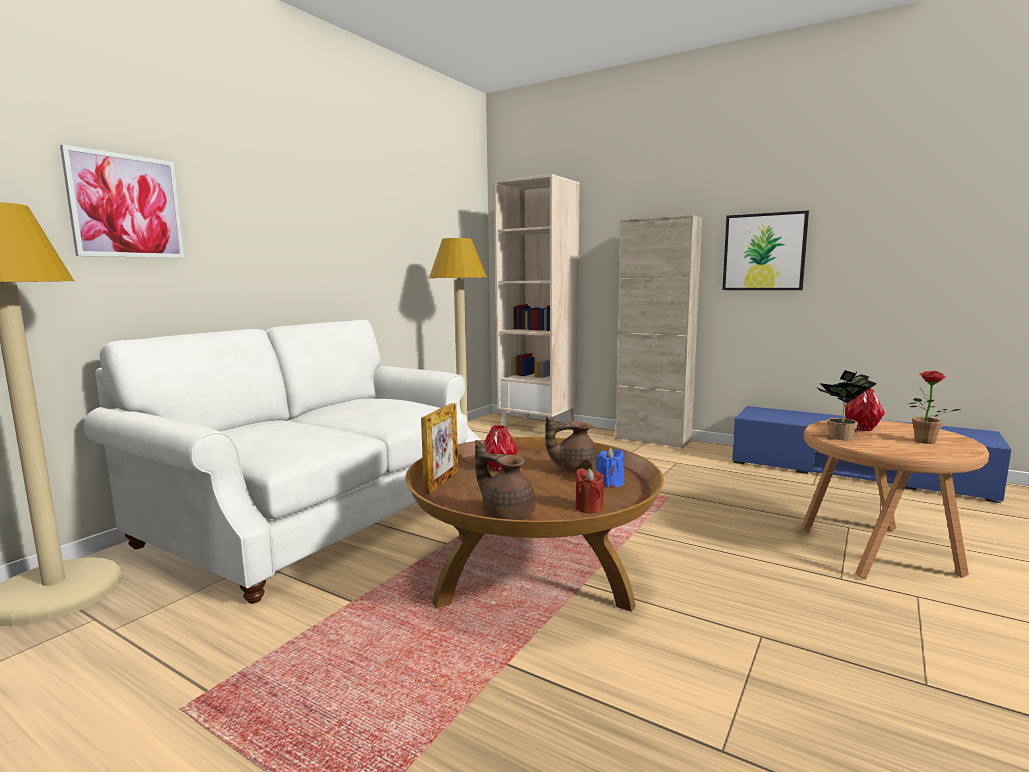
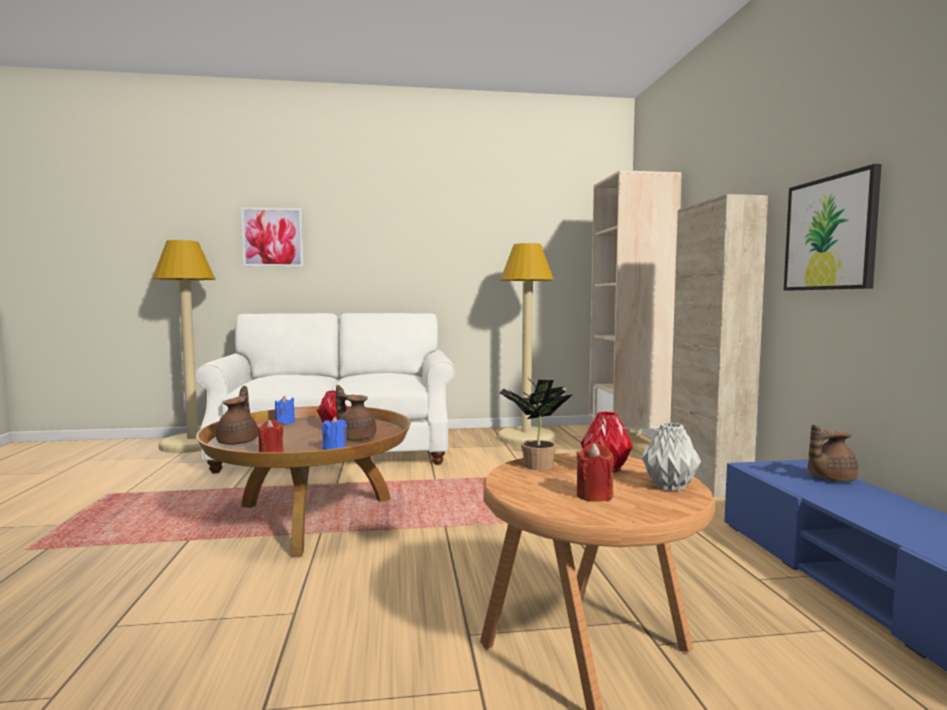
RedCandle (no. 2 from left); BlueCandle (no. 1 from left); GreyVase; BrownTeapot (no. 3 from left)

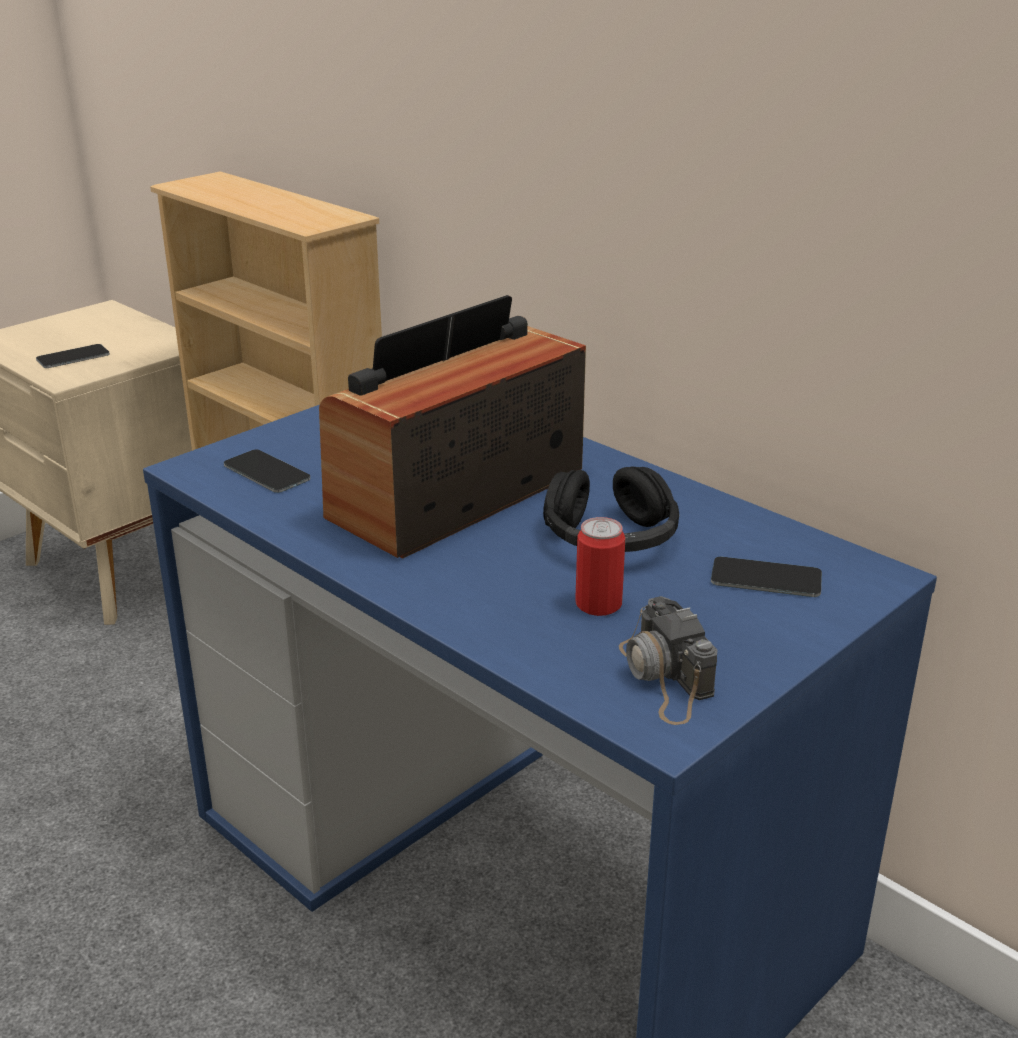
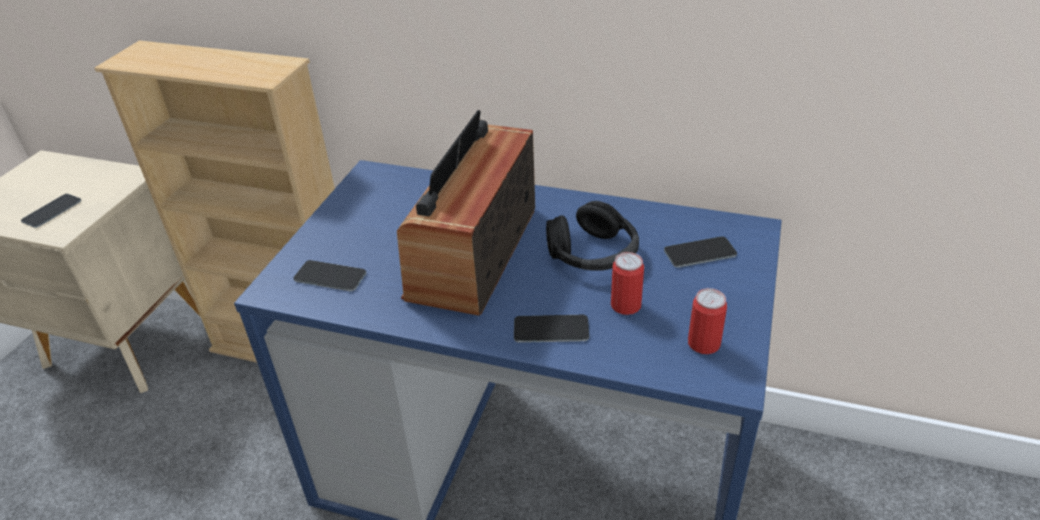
Can (no. 2 from left); Phone (no. 3 from left)

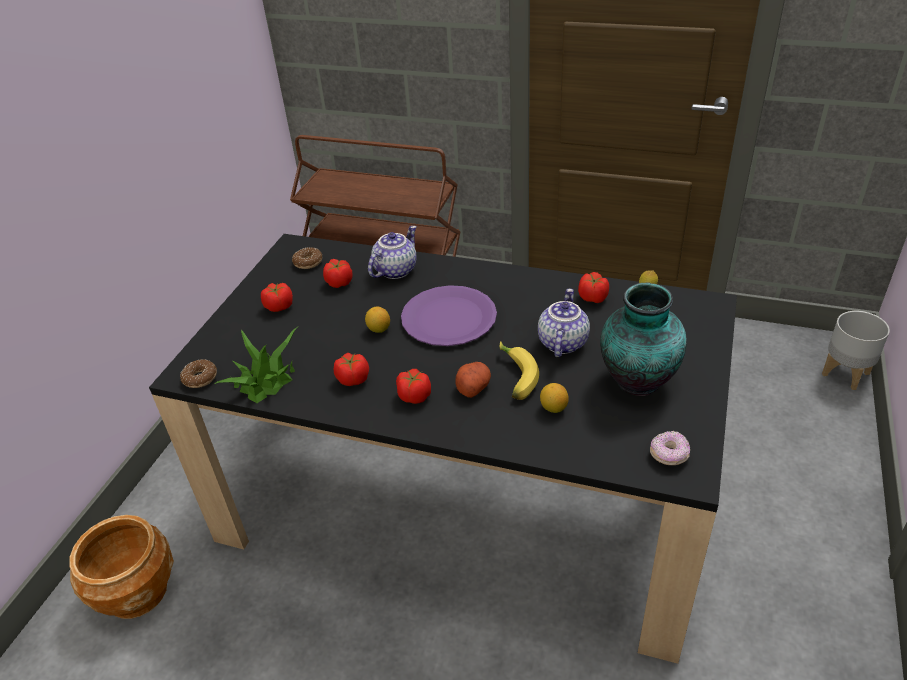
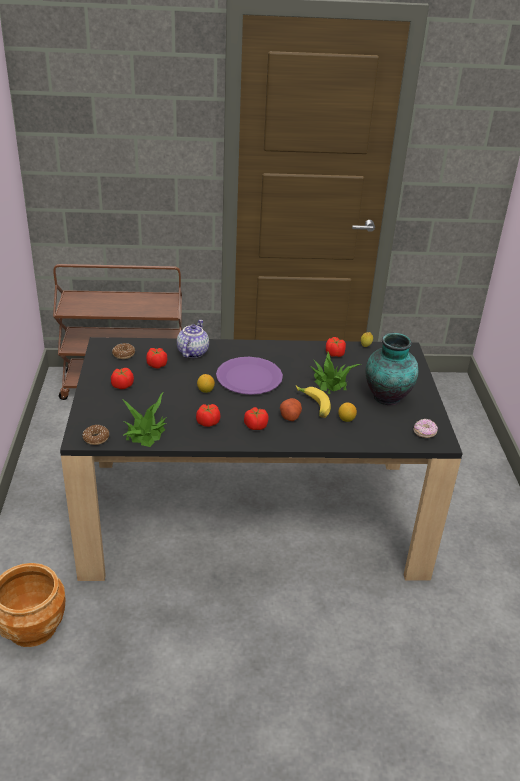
PottedPlant (no. 2 from left); GreyPlanter

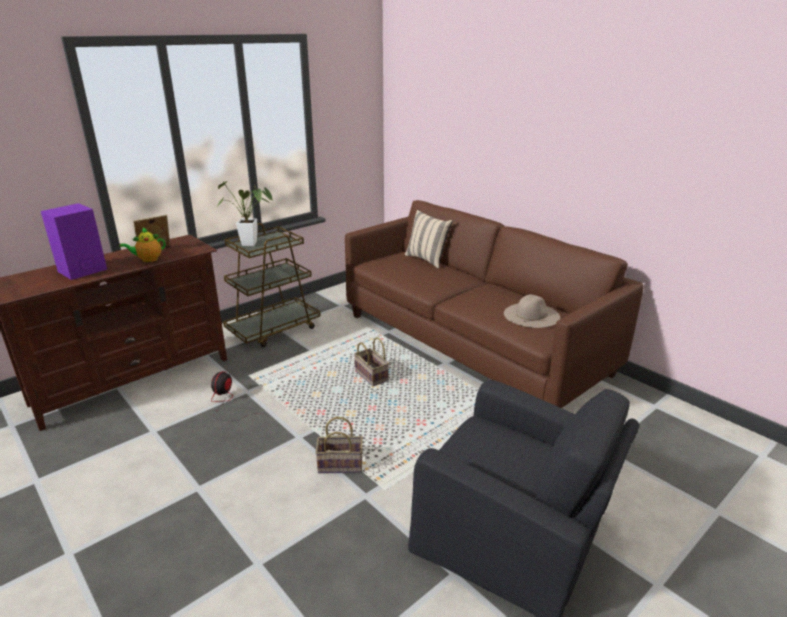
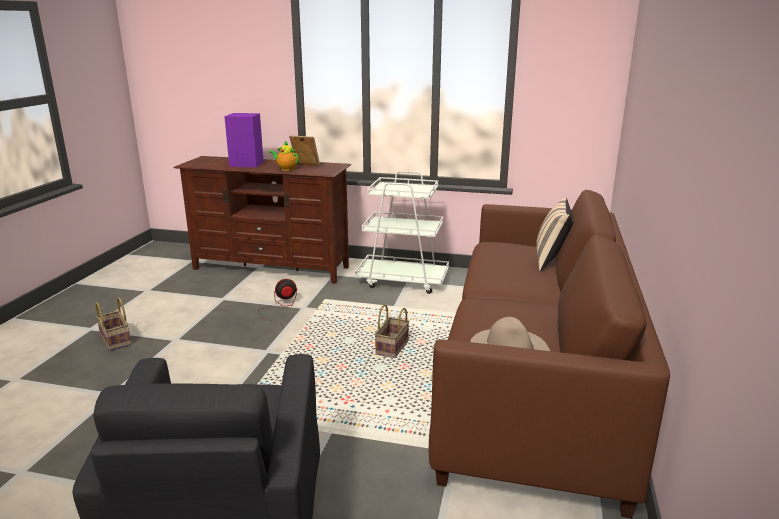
PottedPlant; WhiteCart; Basket (no. 1 from left)

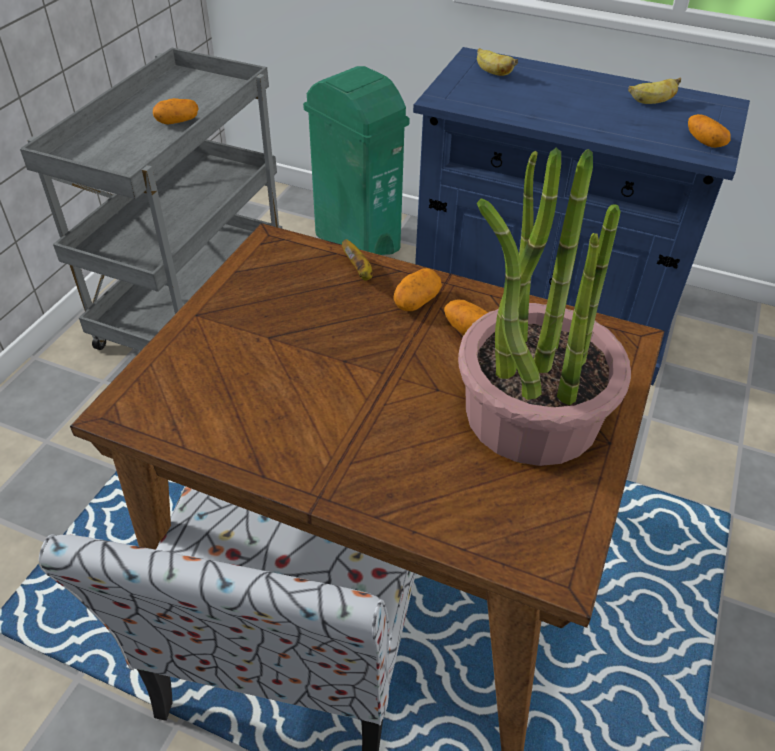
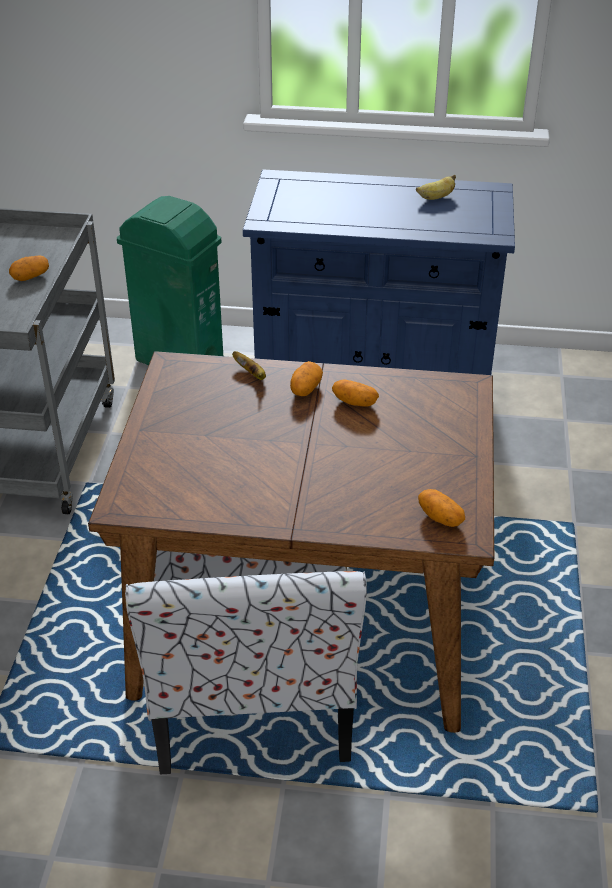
Banana (no. 2 from left in the first image); Potato (no. 4 from left); PottedPlant

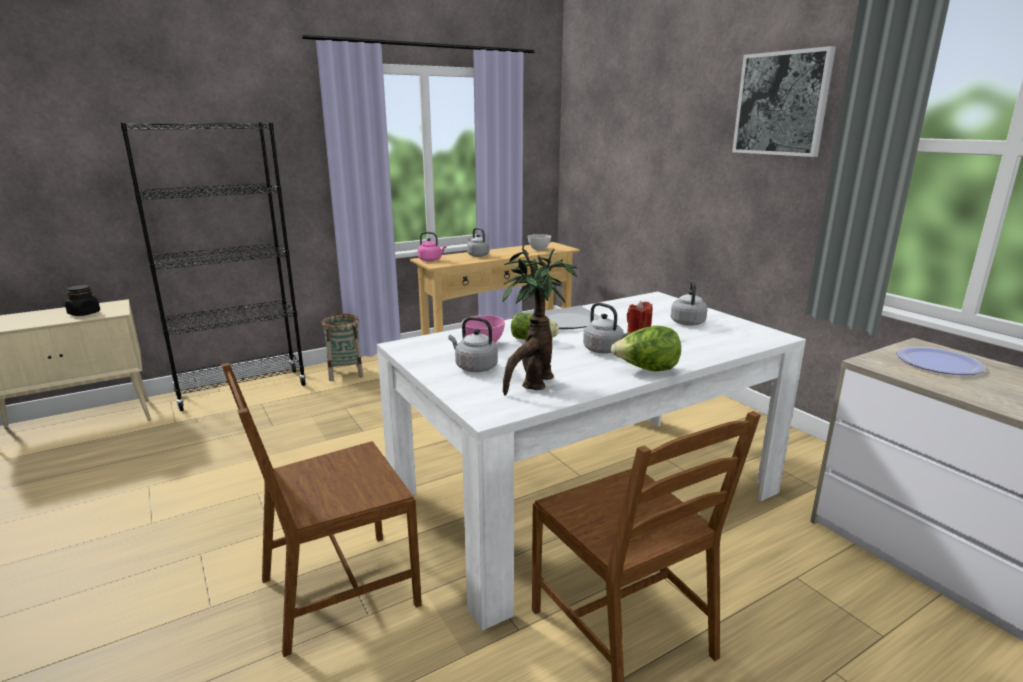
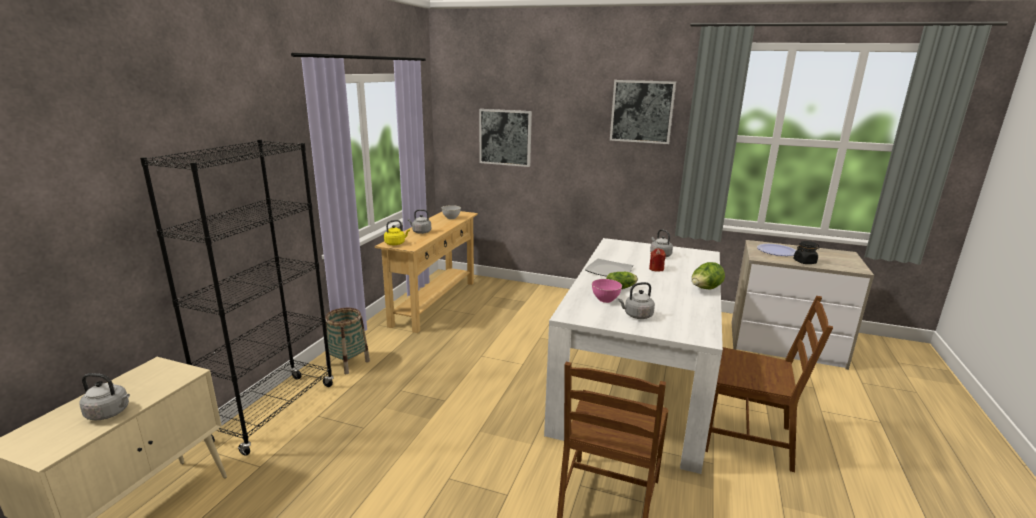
YellowKettle; PottedPlant; BlackJar; GreyKettle (no. 1 from left); Picture (no. 1 from left)

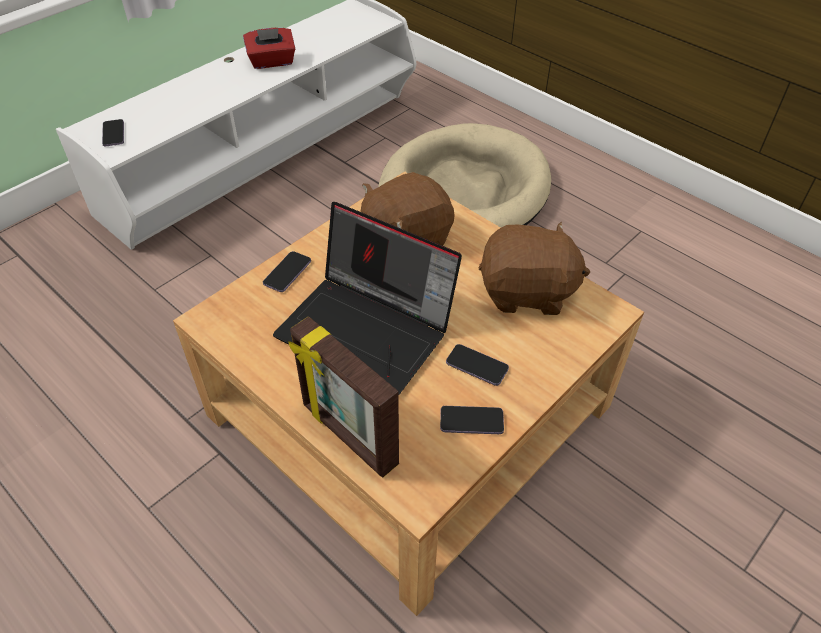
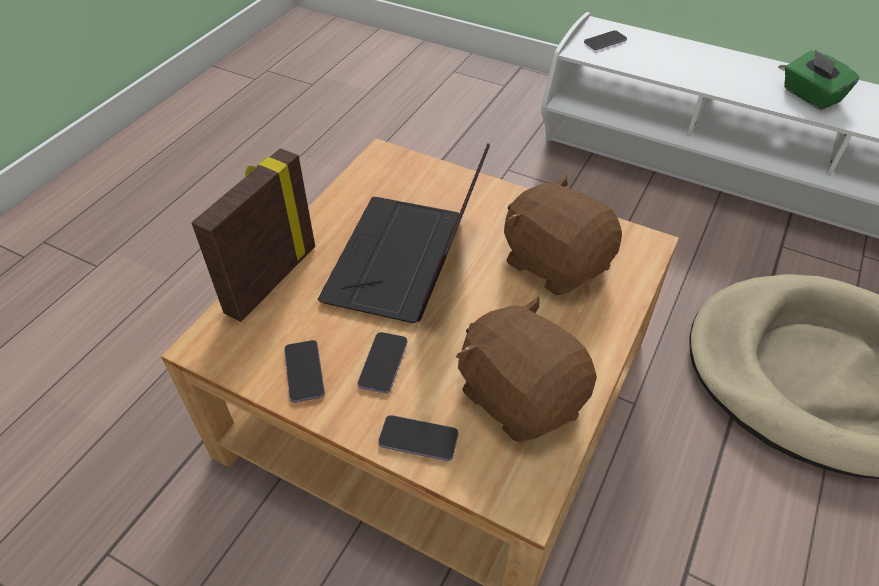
GreenTissueBox; BrownPlushToy (no. 1 from left); Phone (no. 3 from left)

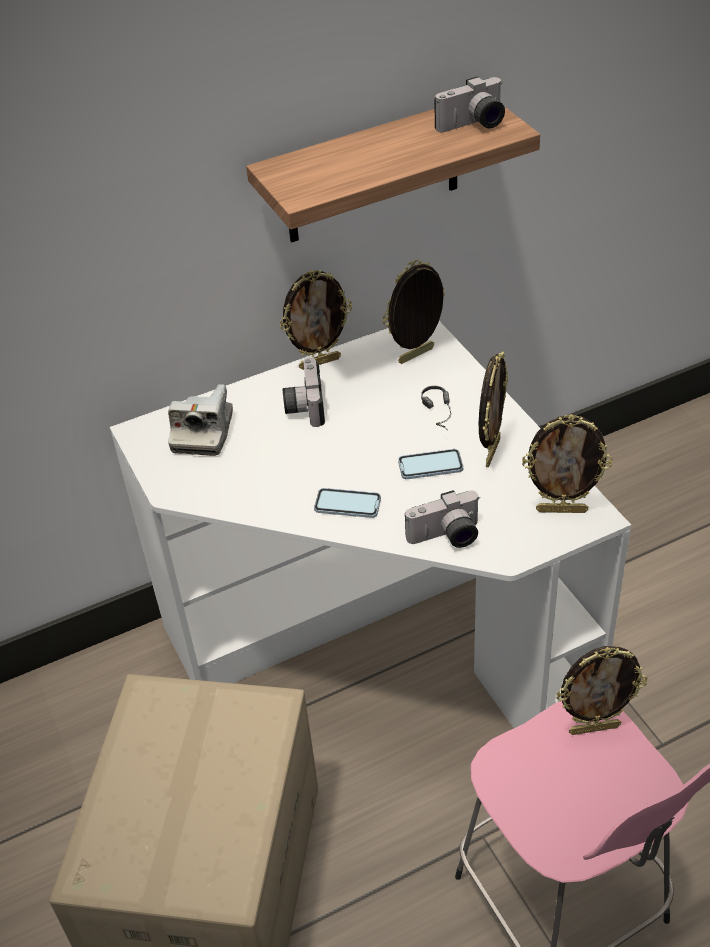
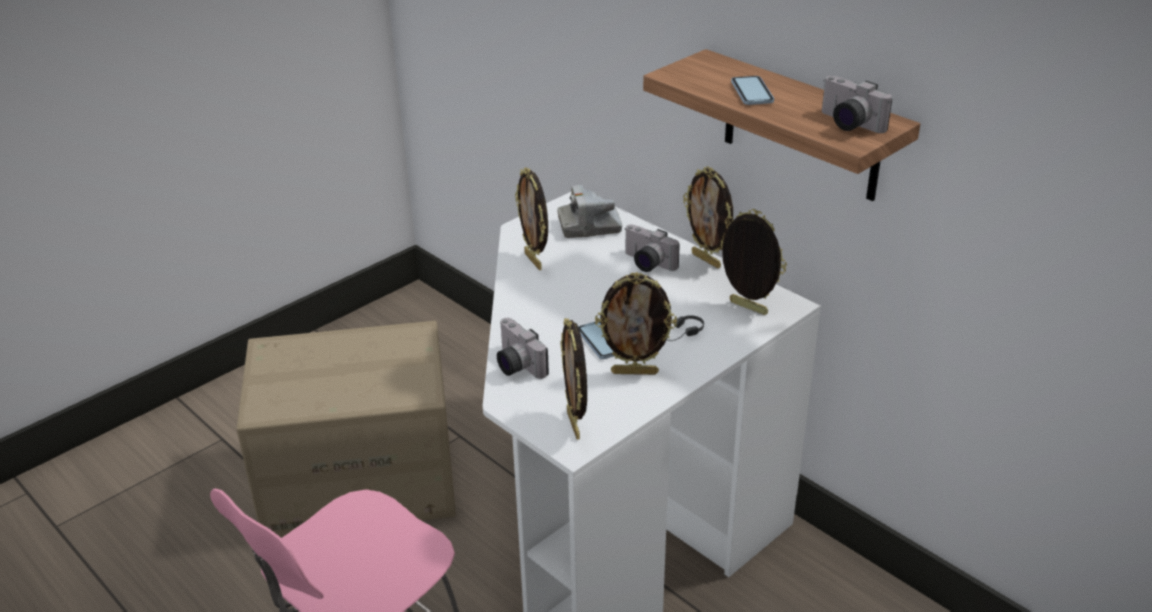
PhotoCamera (no. 3 from left); Phone (no. 2 from left); PictureFrame (no. 1 from left)

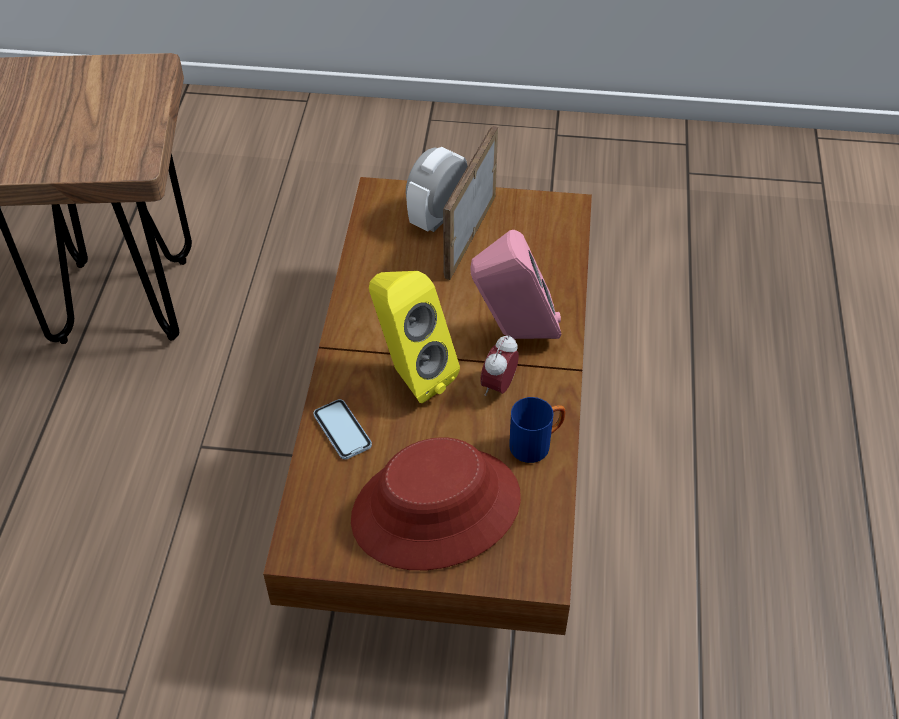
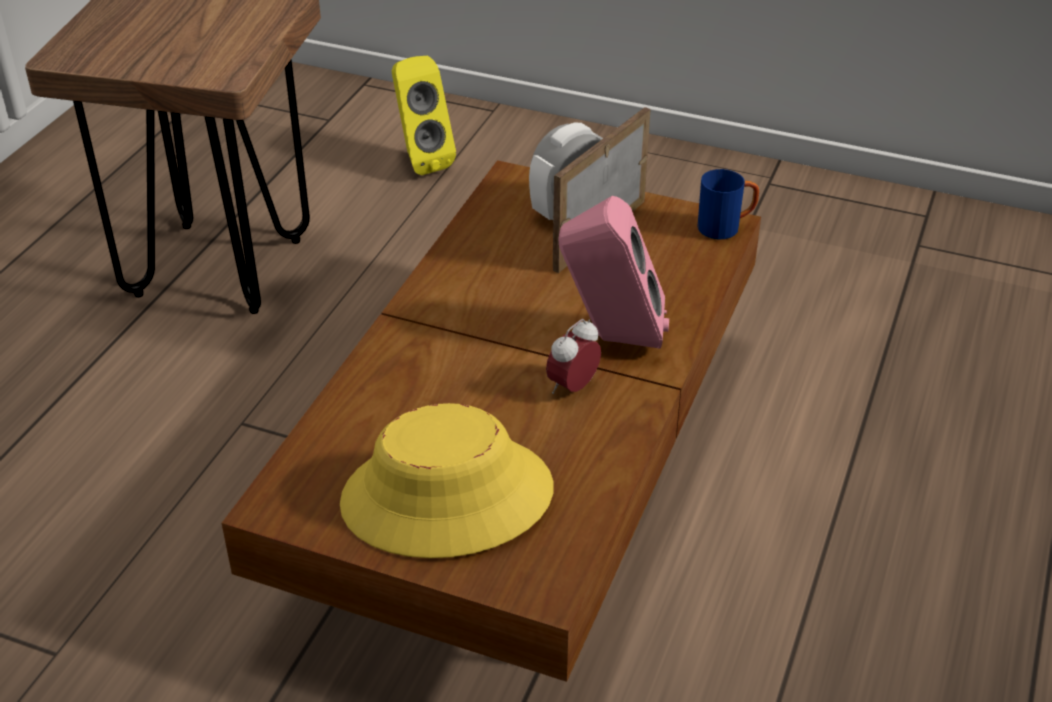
YellowSpeaker; BlueMug; Phone; YellowHat

